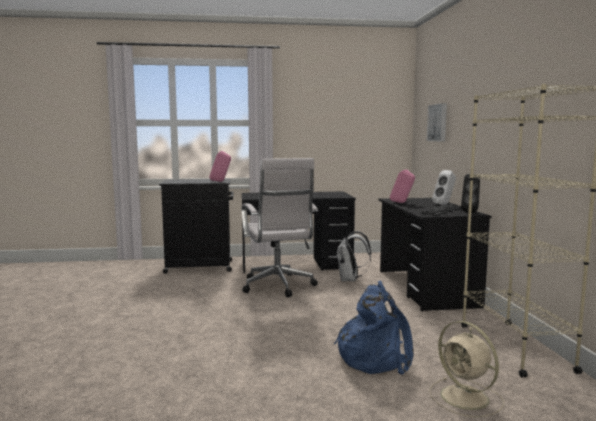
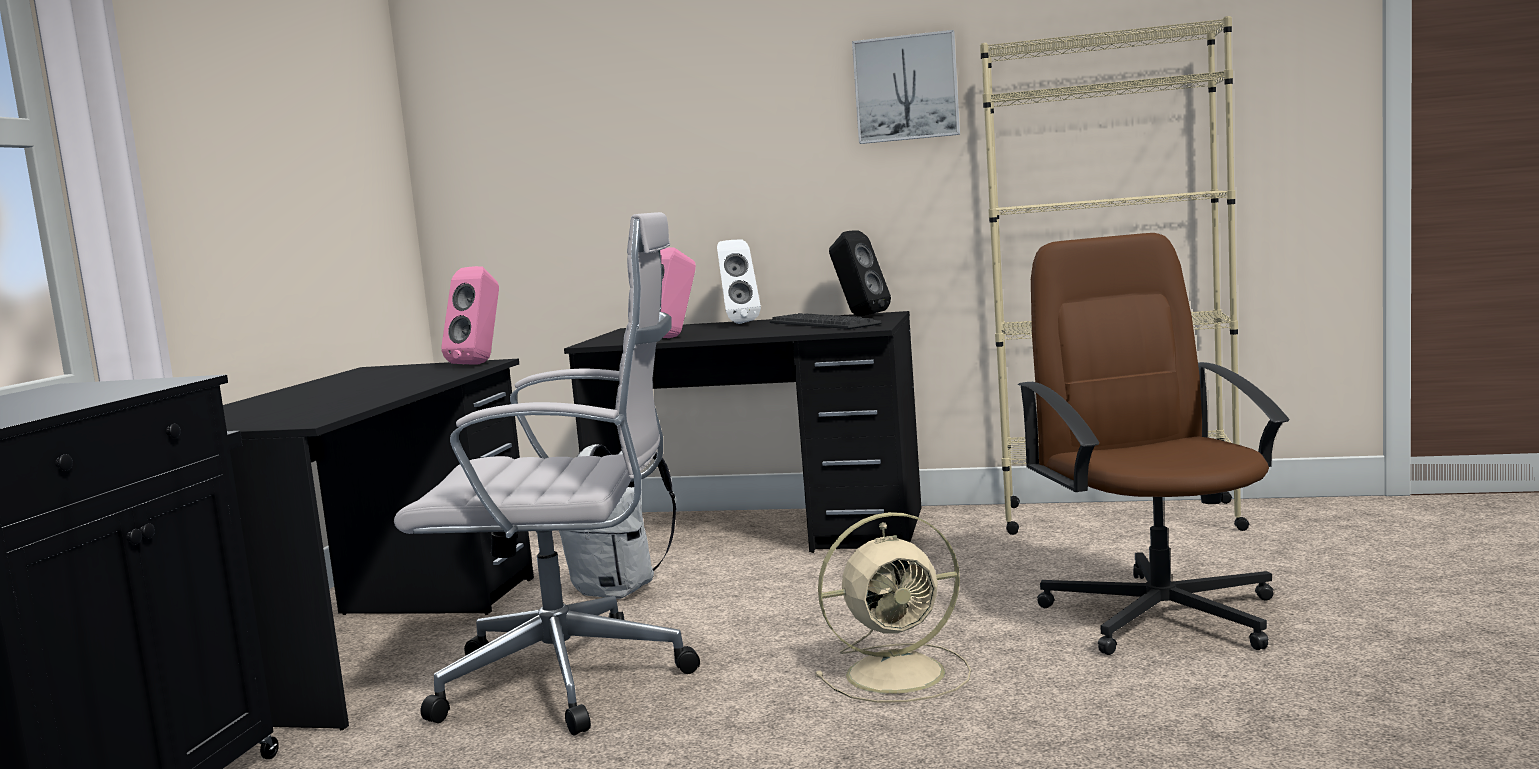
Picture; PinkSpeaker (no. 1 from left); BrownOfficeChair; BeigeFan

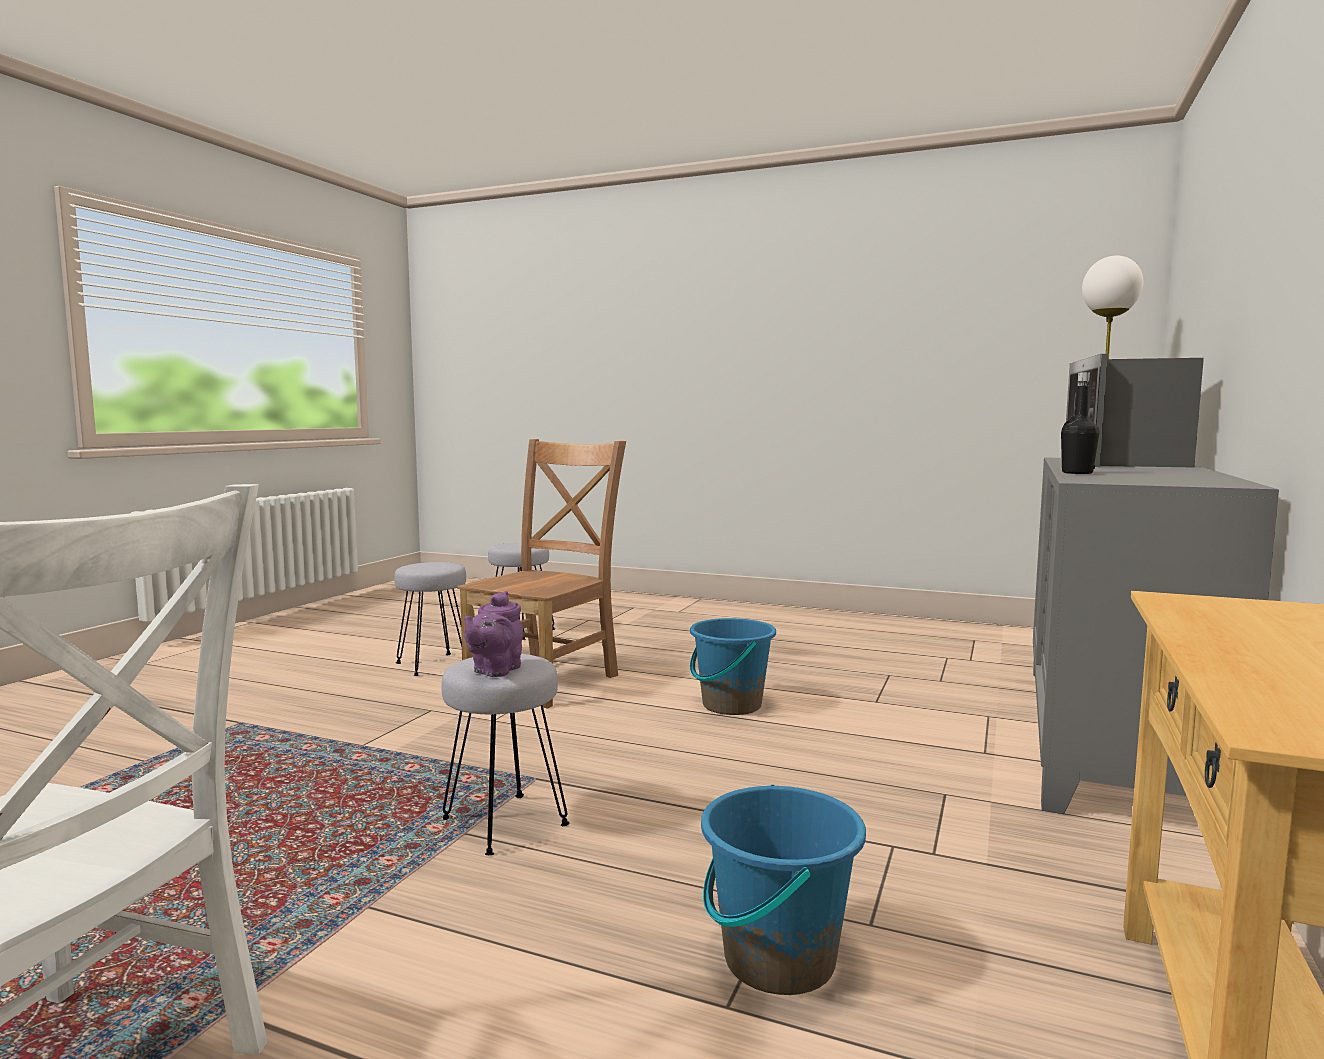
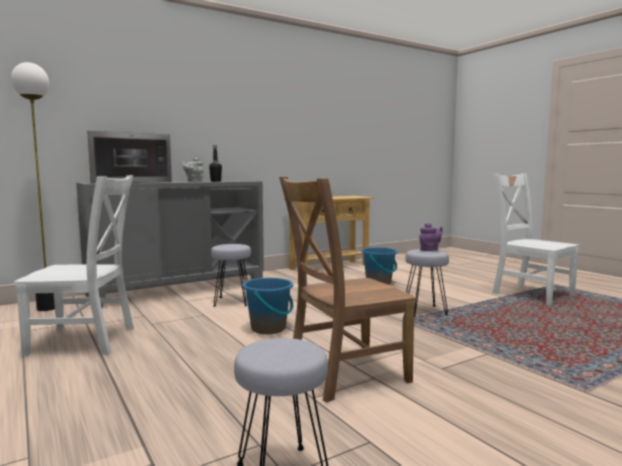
GreyStool (no. 1 from left); GreyTeapot; WhiteChair (no. 1 from left)

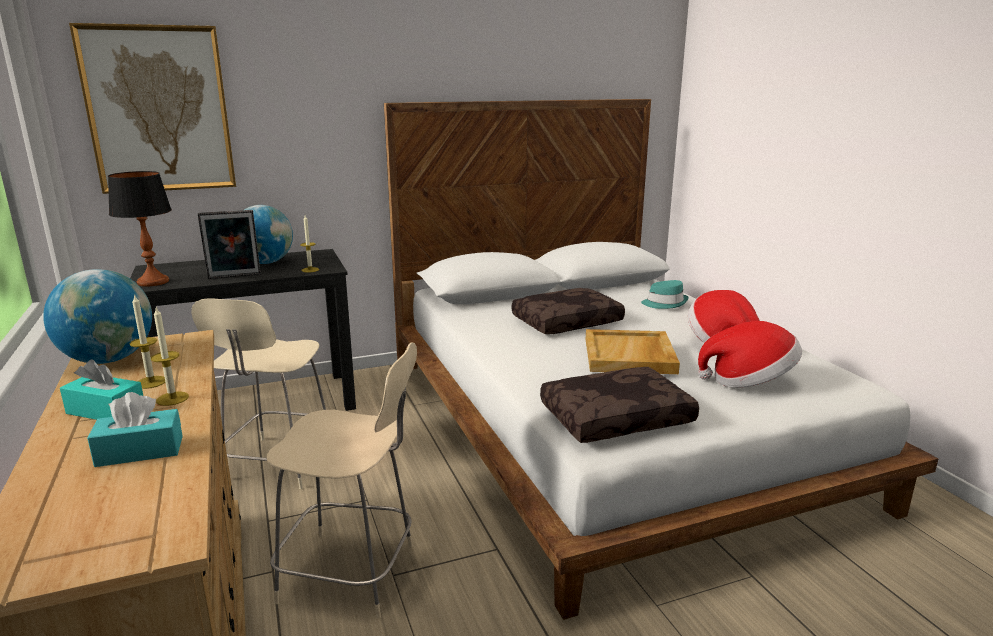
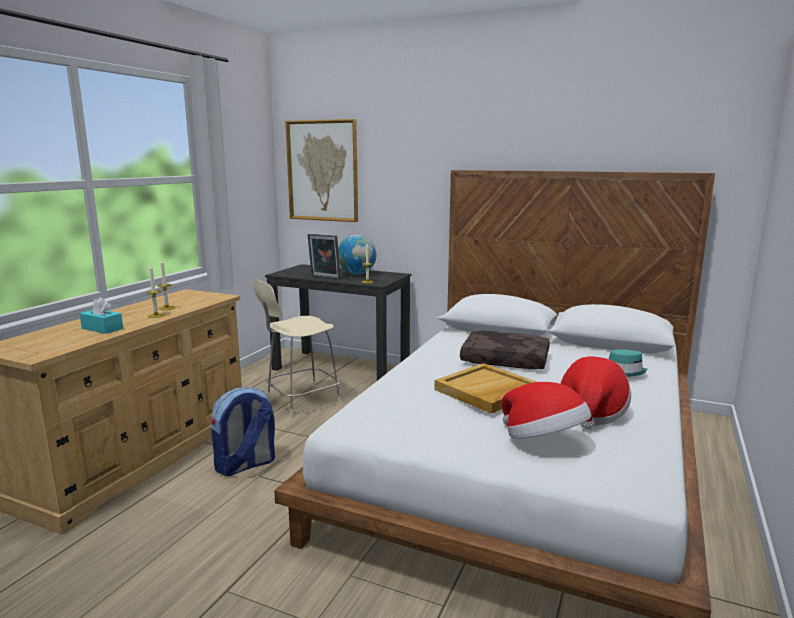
TableLamp; Globe (no. 1 from left in the first image); Backpack; TurquoiseTissueBox (no. 1 from left in the first image); BrownPillow (no. 2 from left in the first image)

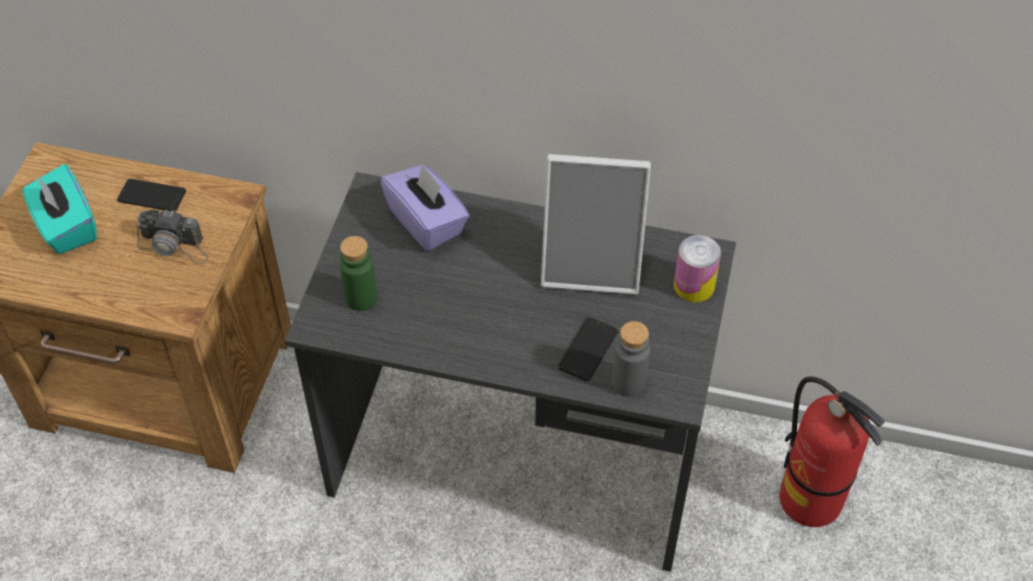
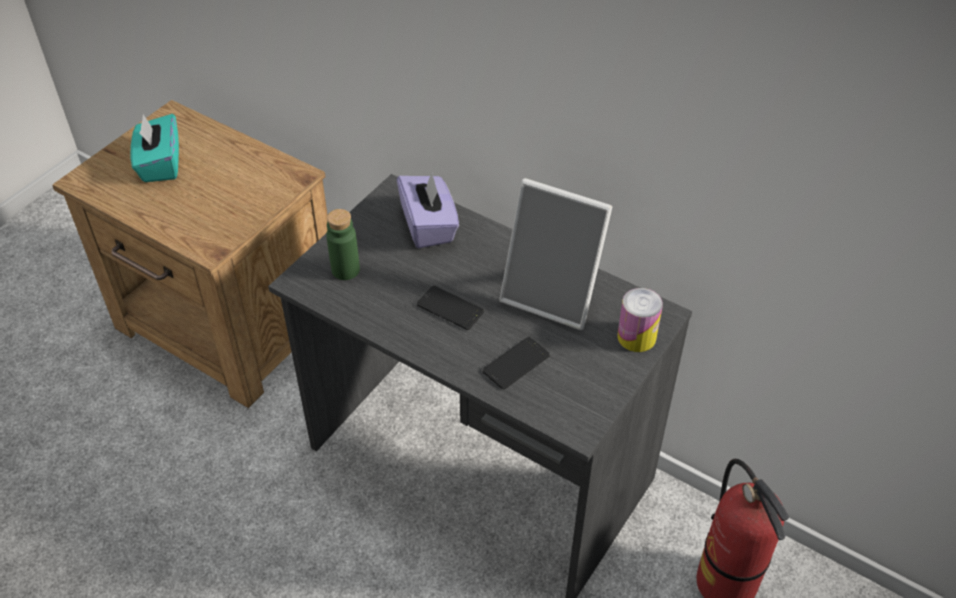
Phone (no. 1 from left); PhotoCamera; GreyBottle

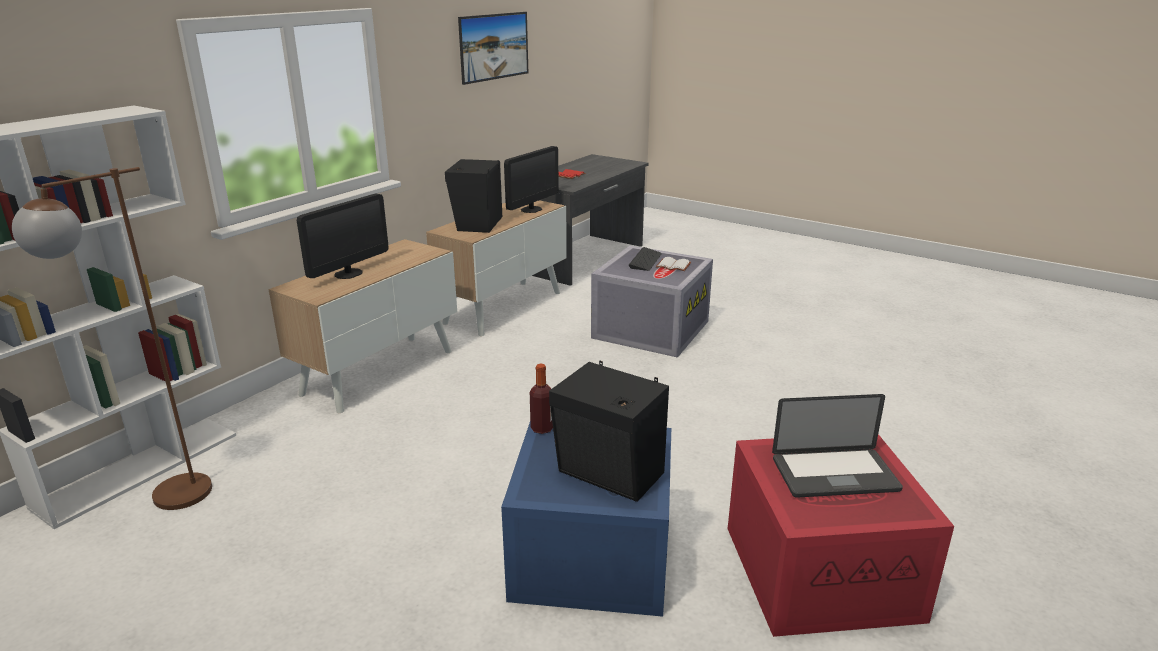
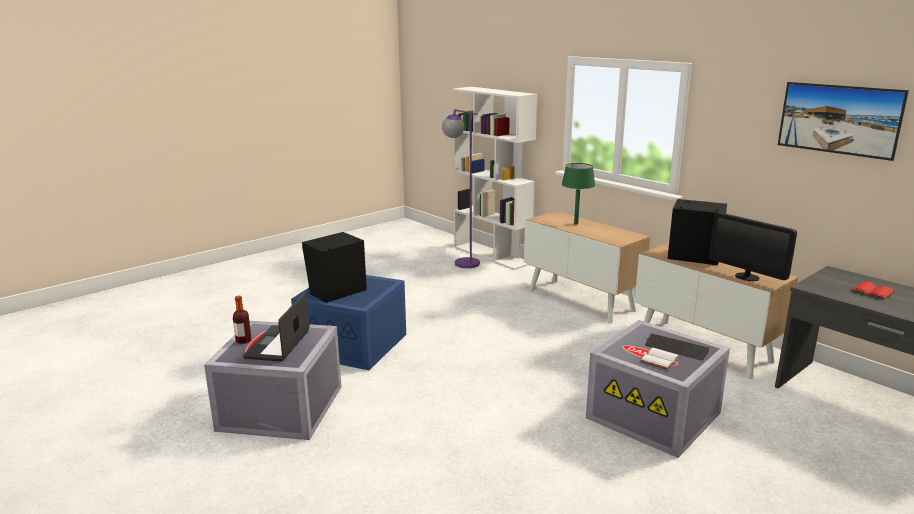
PurpleFloorLamp; GreenTableLamp; Bottle; GreyStorageBox (no. 1 from left)

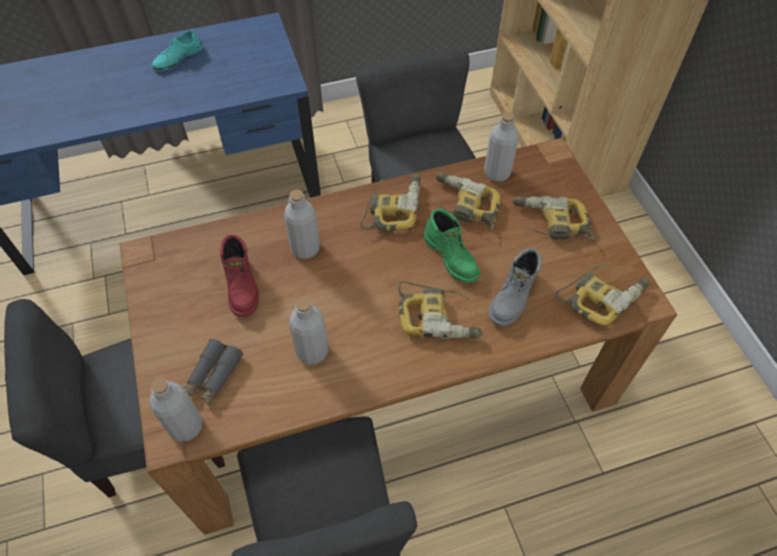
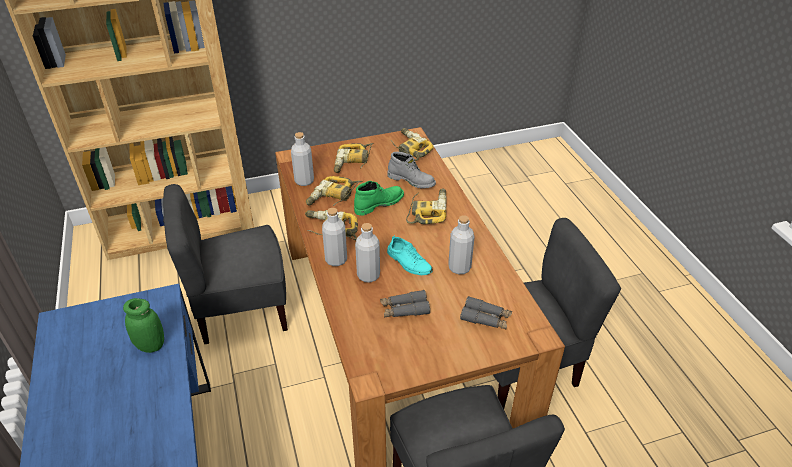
TurquoiseShoe; GreyBinoculars (no. 1 from left); GreyBottle (no. 2 from left); GreenJar

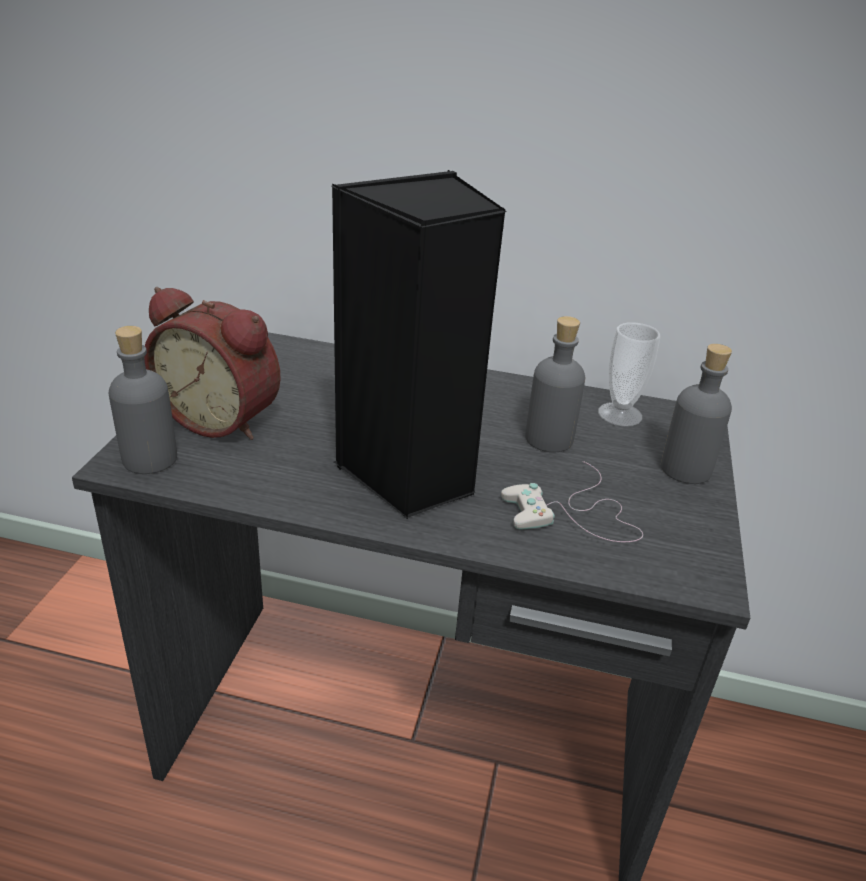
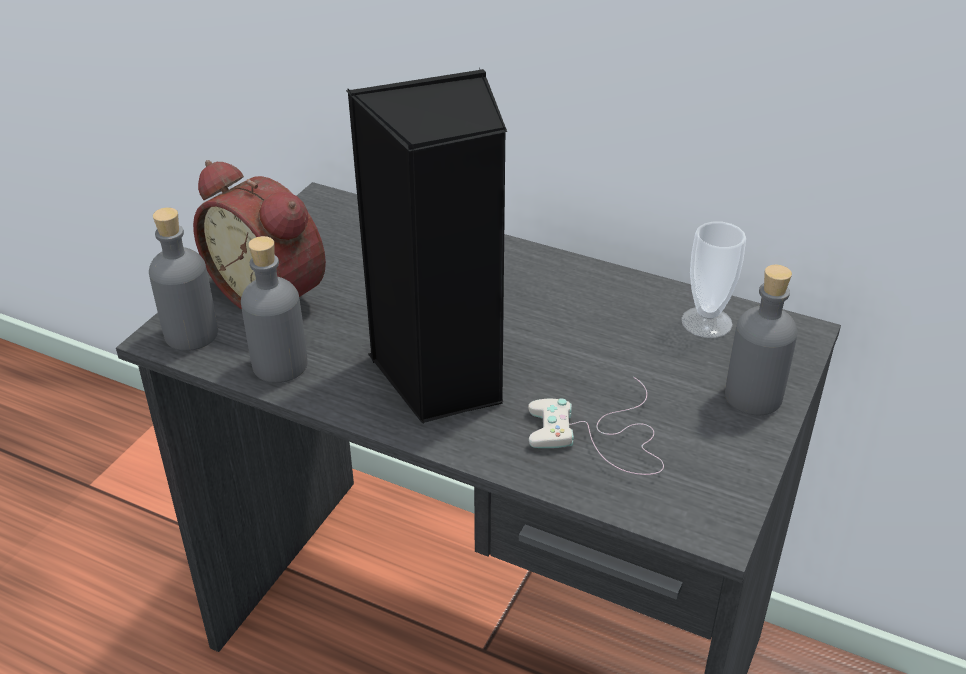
GreyBottle (no. 2 from left)

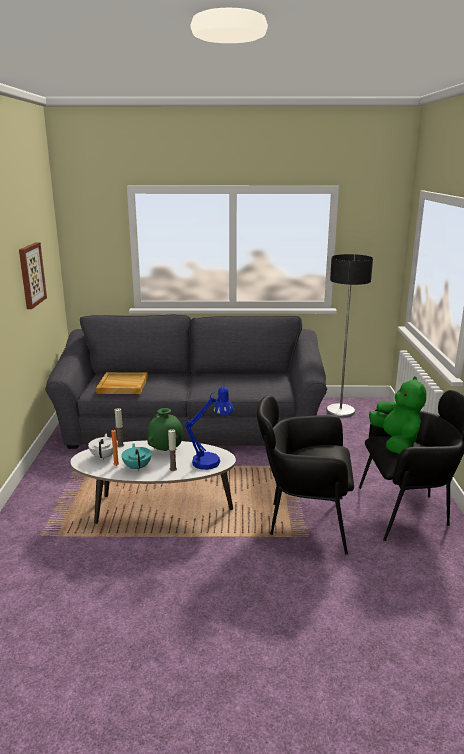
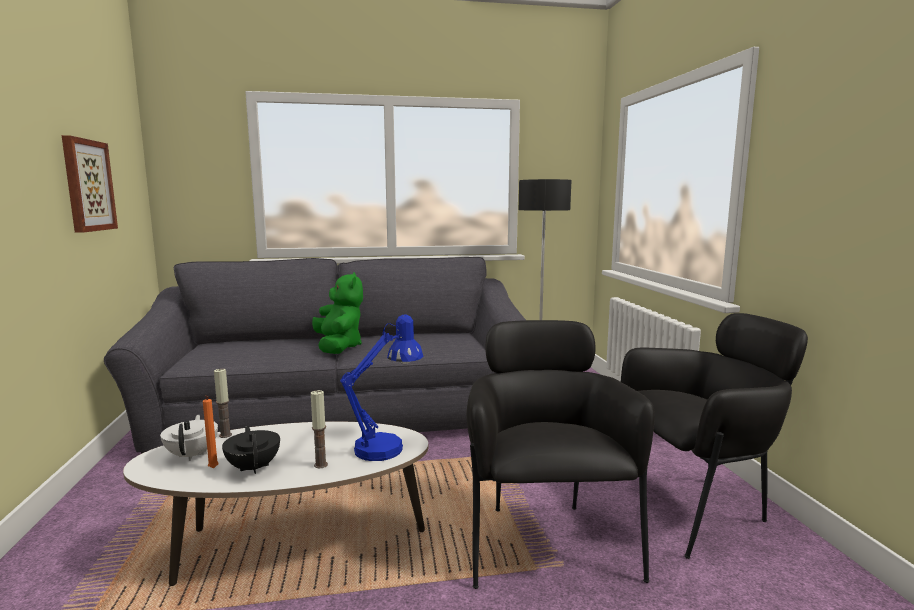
BeigeTray; GreenPlushToy; BlackArmchair (no. 1 from left); GreenVase; BlackTeapot

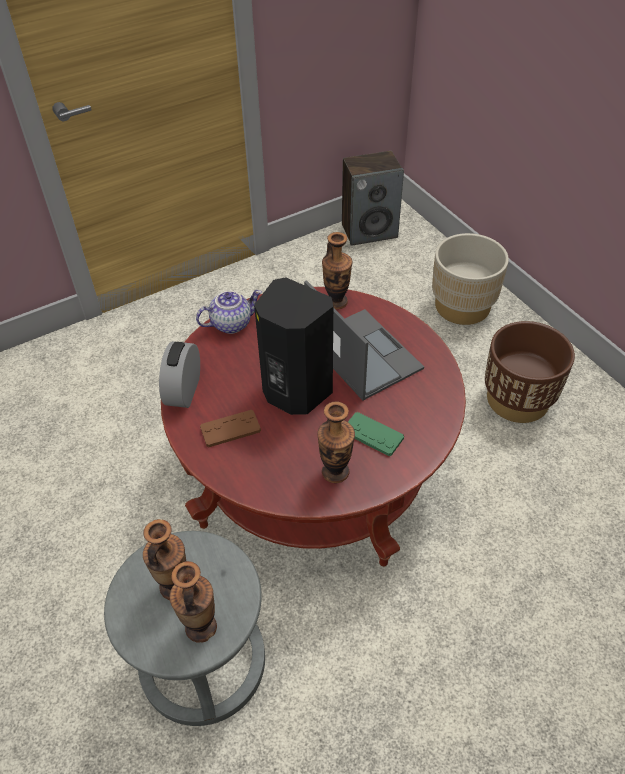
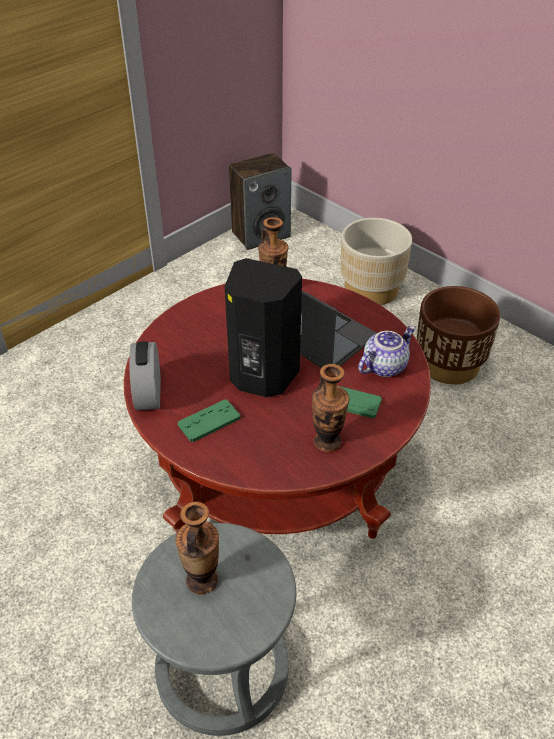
Teapot; GreenGameController (no. 1 from left); Vase (no. 2 from left in the first image)

